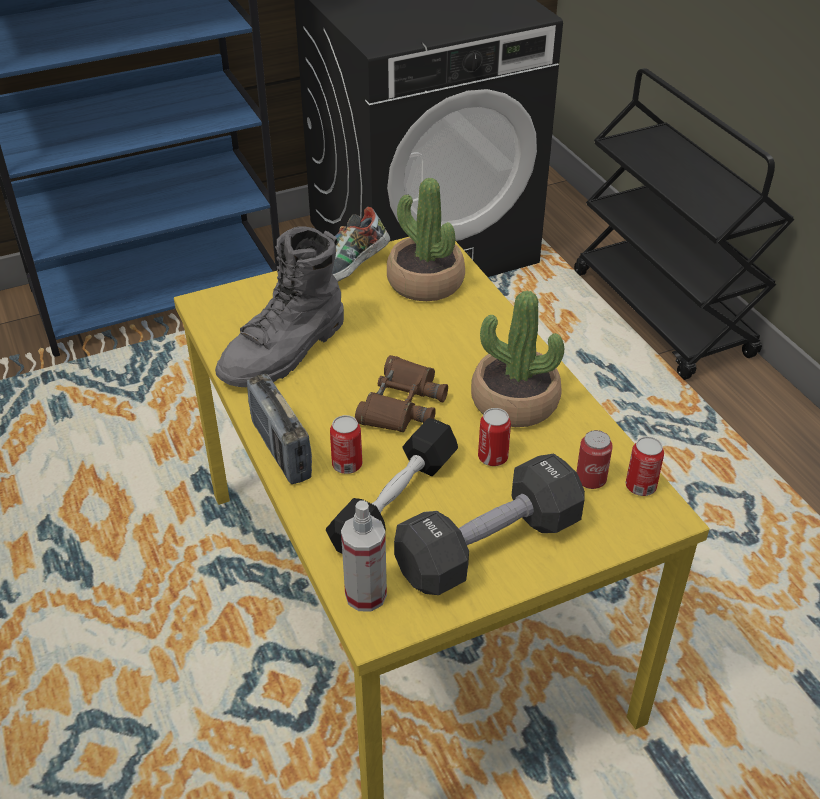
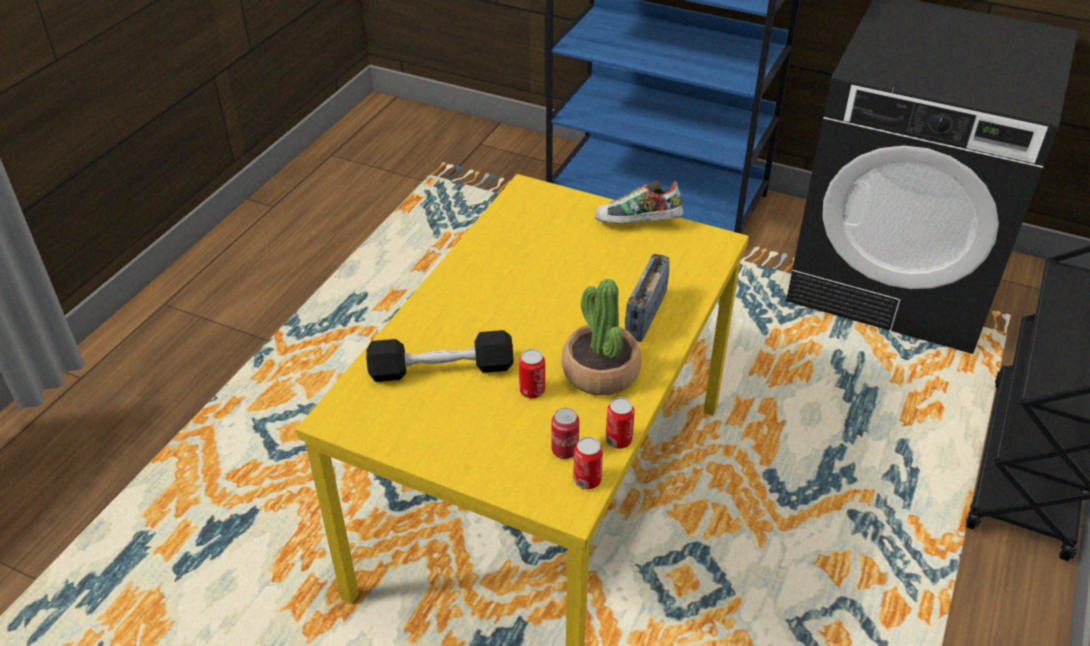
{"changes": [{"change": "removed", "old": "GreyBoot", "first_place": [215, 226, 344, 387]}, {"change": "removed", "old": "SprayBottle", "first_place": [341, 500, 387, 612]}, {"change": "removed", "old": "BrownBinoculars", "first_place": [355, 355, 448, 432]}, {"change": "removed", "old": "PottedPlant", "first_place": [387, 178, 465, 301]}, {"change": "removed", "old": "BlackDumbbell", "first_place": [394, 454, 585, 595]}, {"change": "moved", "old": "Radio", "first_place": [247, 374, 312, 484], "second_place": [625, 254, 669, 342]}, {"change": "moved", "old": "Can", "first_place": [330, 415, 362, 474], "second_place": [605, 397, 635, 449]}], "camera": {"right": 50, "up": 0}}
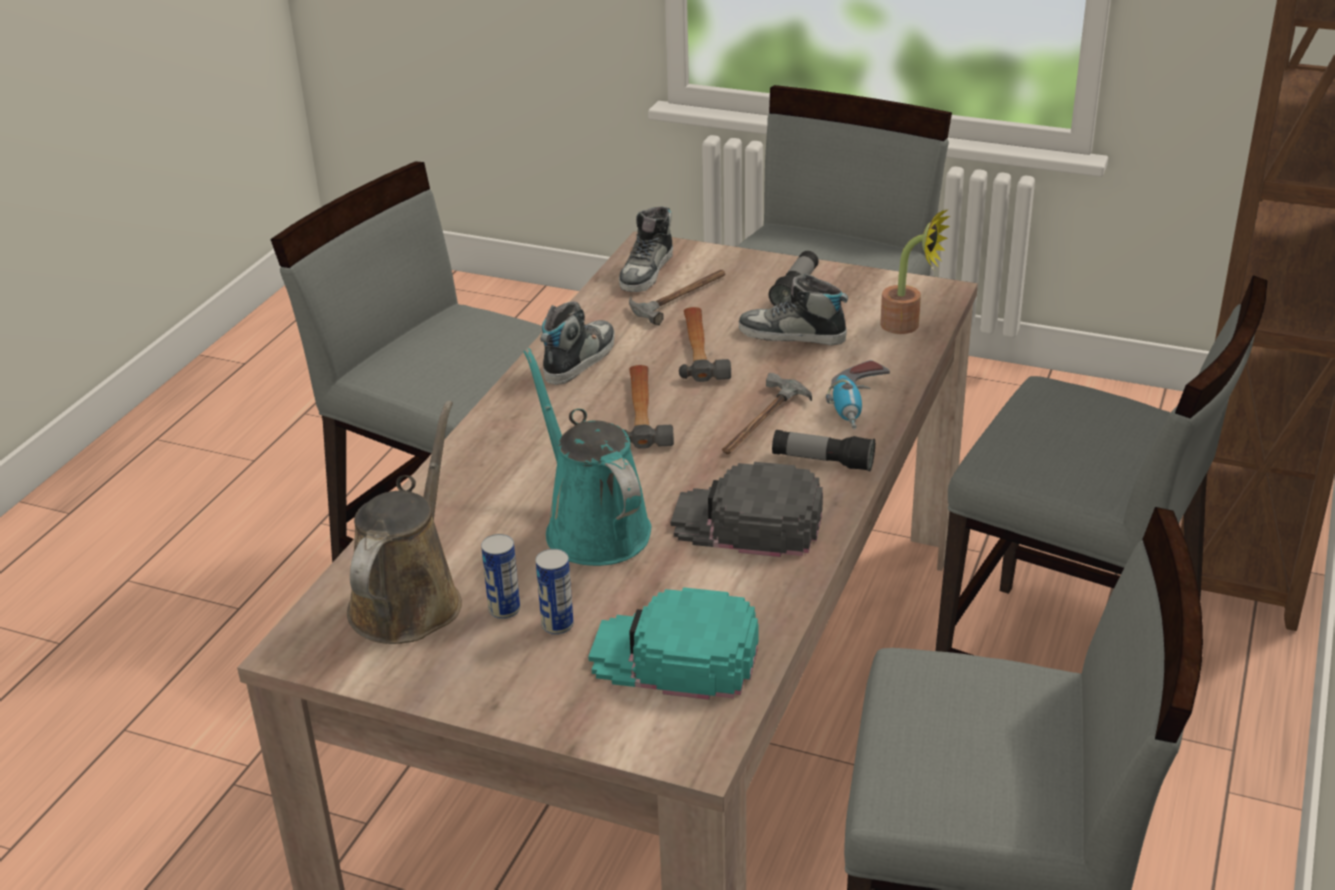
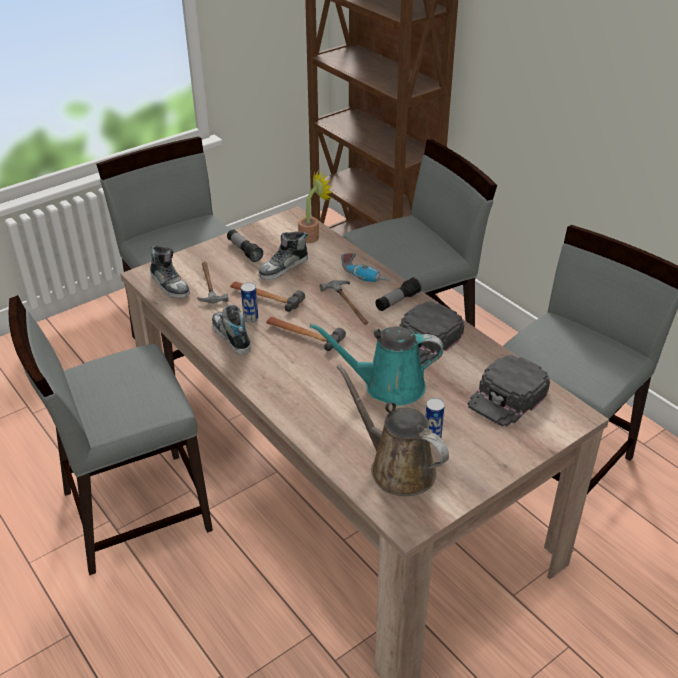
{"changes": [{"change": "moved", "old": "Can", "first_place": [536, 549, 574, 635], "second_place": [241, 282, 258, 323]}, {"change": "recoloured", "old": "TurquoiseCap", "new": "BlackCap", "first_place": [588, 587, 759, 700], "second_place": [467, 355, 550, 427]}], "camera": {"right": -60, "up": 5}}
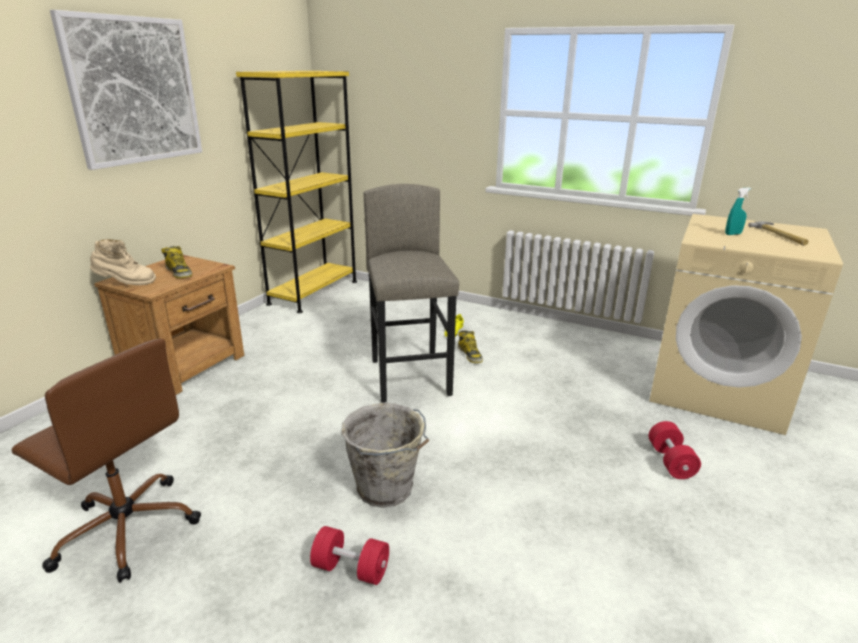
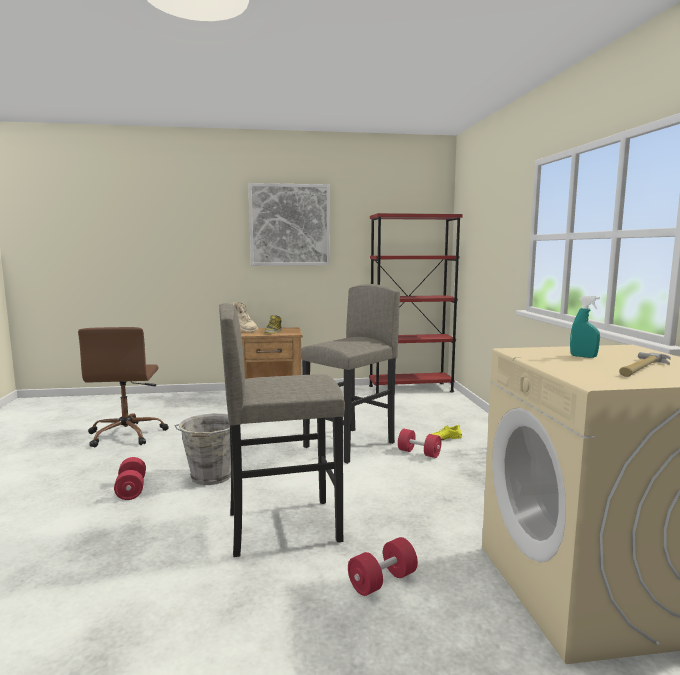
{"changes": [{"change": "added", "new": "GreyStool", "second_place": [219, 303, 345, 557]}, {"change": "replaced", "old": "Boot", "new": "RedDumbbell", "first_place": [458, 330, 483, 363], "second_place": [398, 429, 441, 458]}, {"change": "recoloured", "old": "YellowBookcase", "new": "RedBookcase", "first_place": [236, 71, 357, 313], "second_place": [369, 213, 463, 394]}], "camera": {"right": 55, "up": -15}}
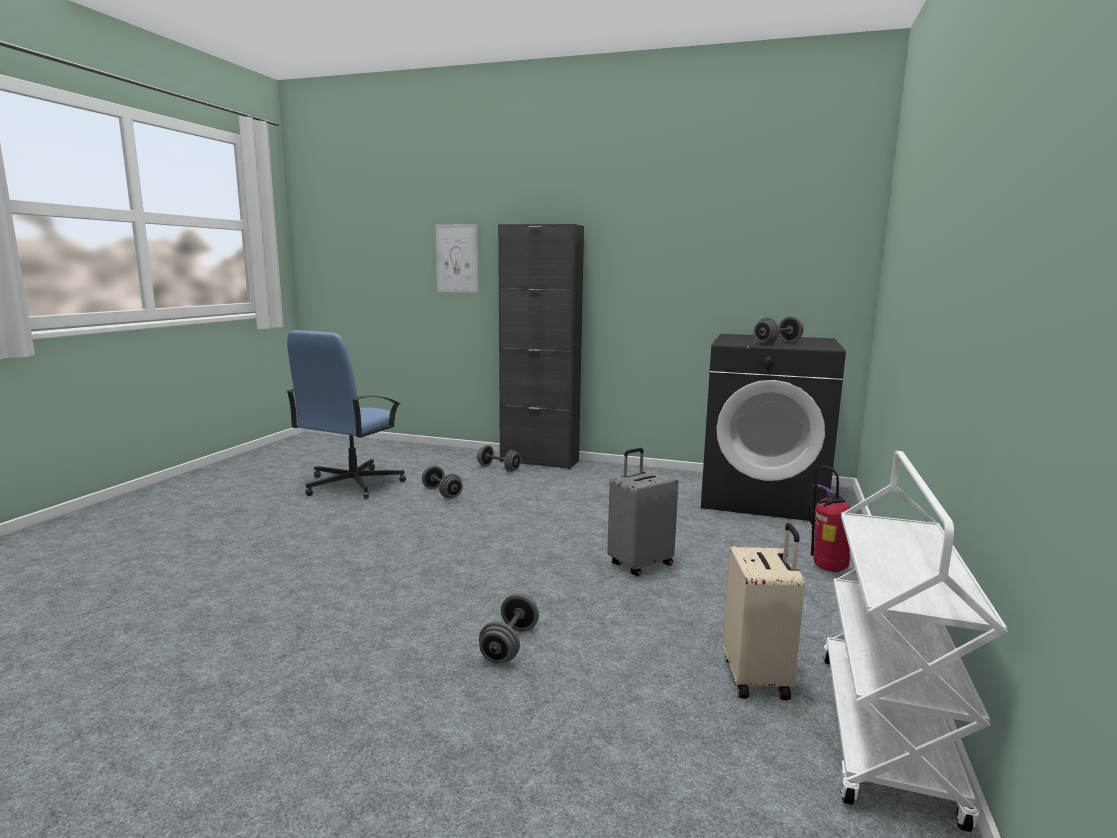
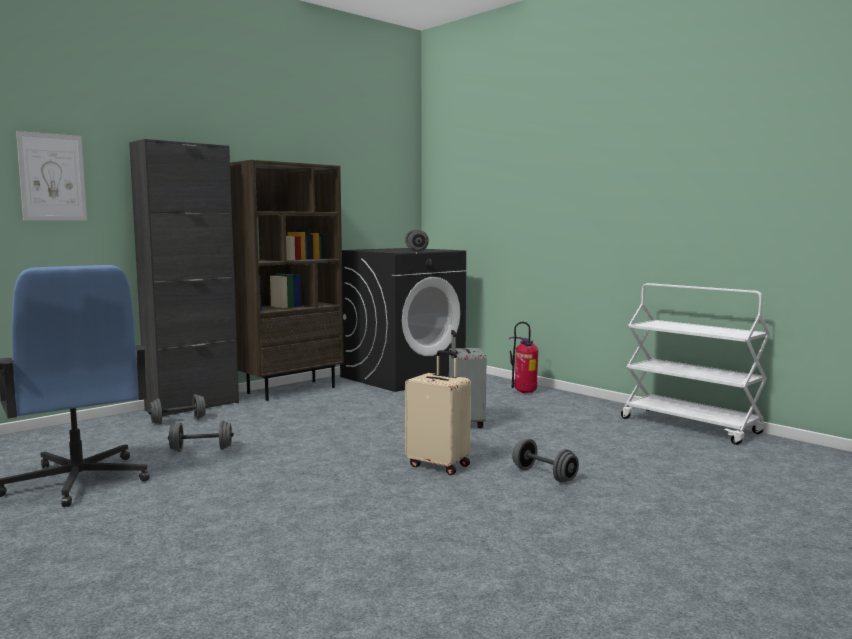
{"changes": [{"change": "added", "new": "BrownBookcase", "second_place": [230, 160, 344, 401]}, {"change": "moved", "old": "BeigeSuitcase", "first_place": [722, 523, 805, 700], "second_place": [405, 350, 471, 475]}], "camera": {"right": -60, "up": -5}}
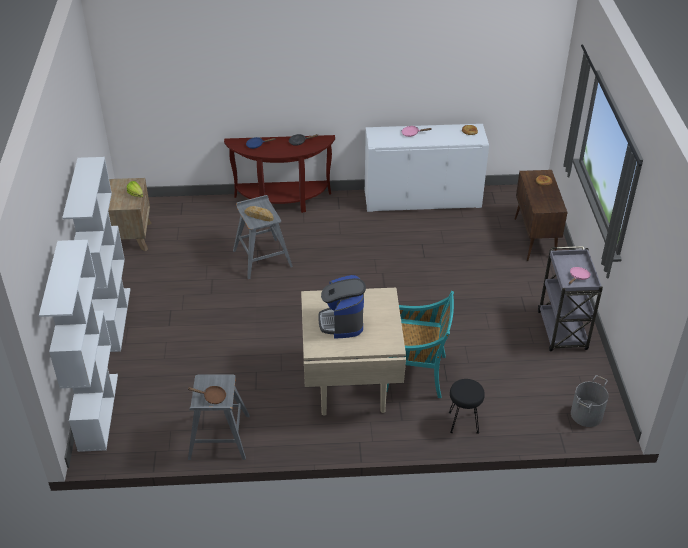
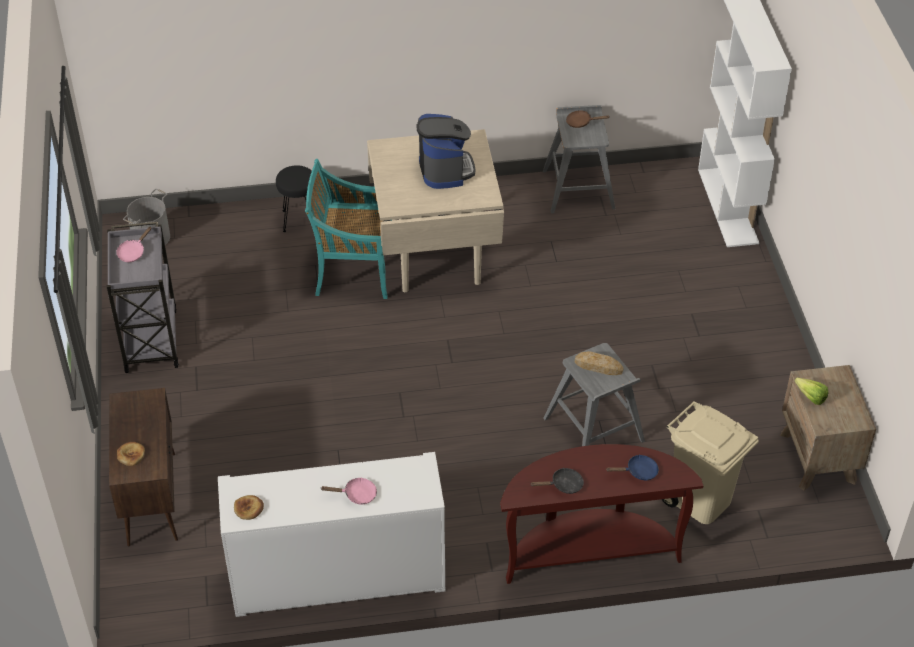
{"changes": [{"change": "removed", "old": "WhiteBookcase", "first_place": [62, 157, 130, 352]}, {"change": "added", "new": "BeigeTrashCan", "second_place": [662, 401, 759, 524]}], "camera": {"right": 175, "up": 5}}
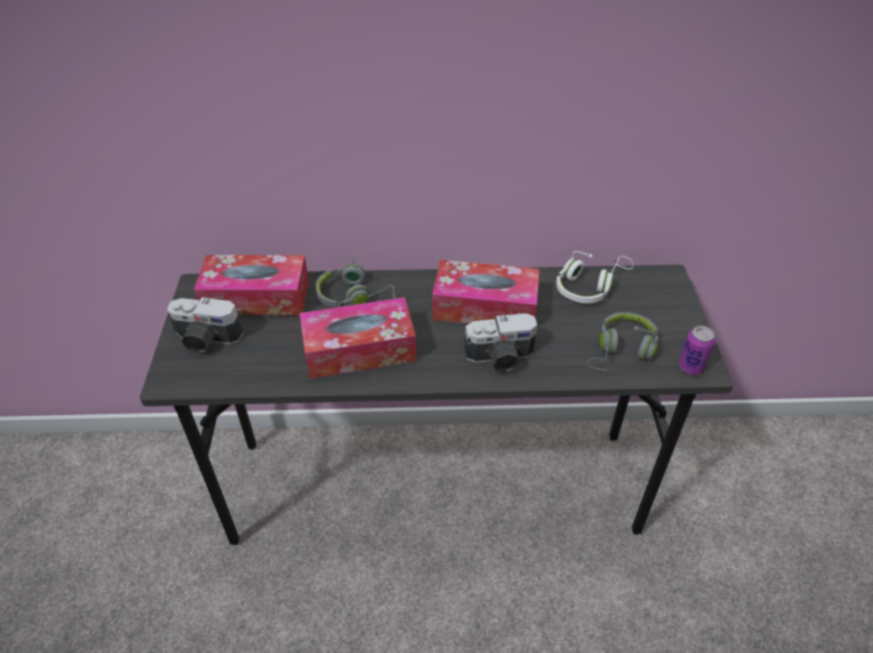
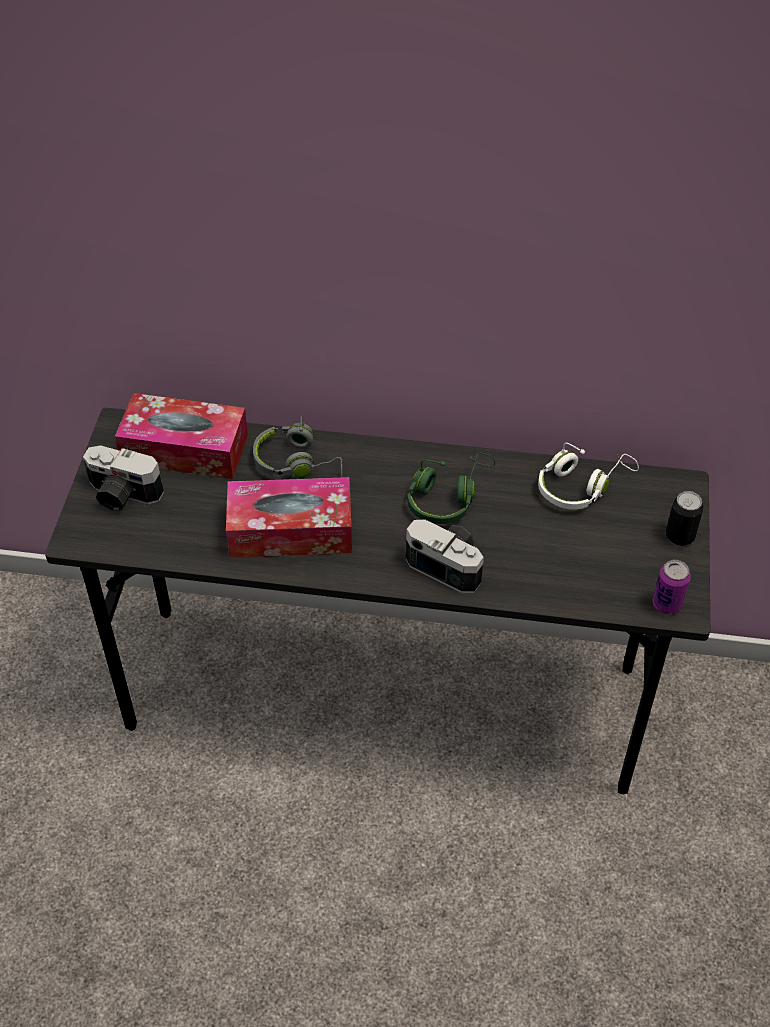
{"changes": [{"change": "removed", "old": "GreyHeadphones", "first_place": [587, 312, 659, 371]}, {"change": "added", "new": "Can", "second_place": [666, 491, 704, 546]}, {"change": "replaced", "old": "TissueBox", "new": "GreenHeadphones", "first_place": [432, 260, 539, 324], "second_place": [407, 453, 495, 524]}, {"change": "turned", "old": "PhotoCamera", "first_place": [464, 313, 538, 373], "second_place": [405, 519, 484, 593], "degrees": -150}], "camera": {"right": 10, "up": 5}}
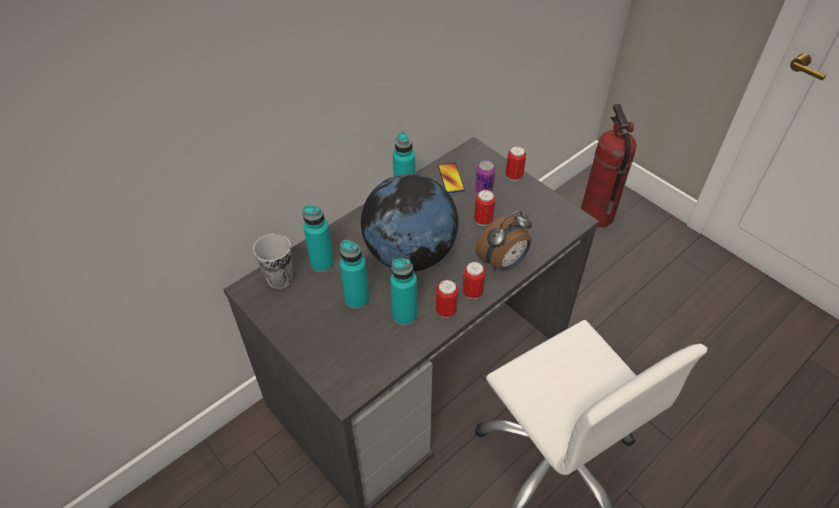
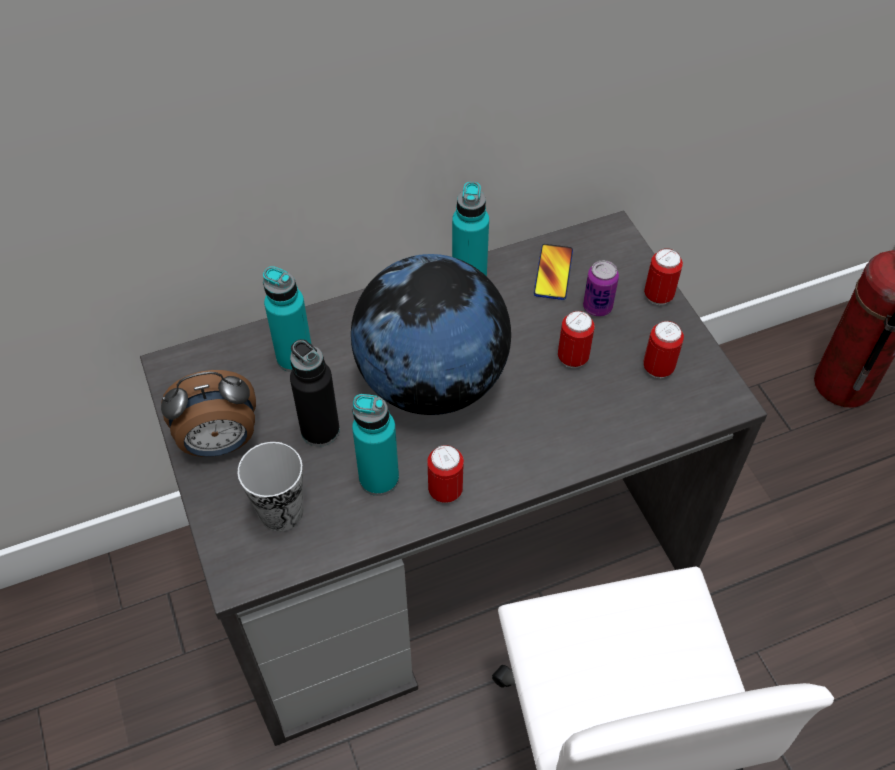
{"changes": [{"change": "moved", "old": "Cup", "first_place": [253, 233, 293, 289], "second_place": [238, 442, 303, 532]}, {"change": "moved", "old": "Can", "first_place": [462, 262, 485, 299], "second_place": [643, 321, 684, 378]}, {"change": "moved", "old": "AlarmClock", "first_place": [476, 211, 532, 271], "second_place": [161, 370, 256, 457]}, {"change": "recoloured", "old": "TurquoiseBottle", "new": "BlackBottle", "first_place": [340, 240, 369, 309], "second_place": [290, 339, 340, 447]}], "camera": {"right": 20, "up": 5}}
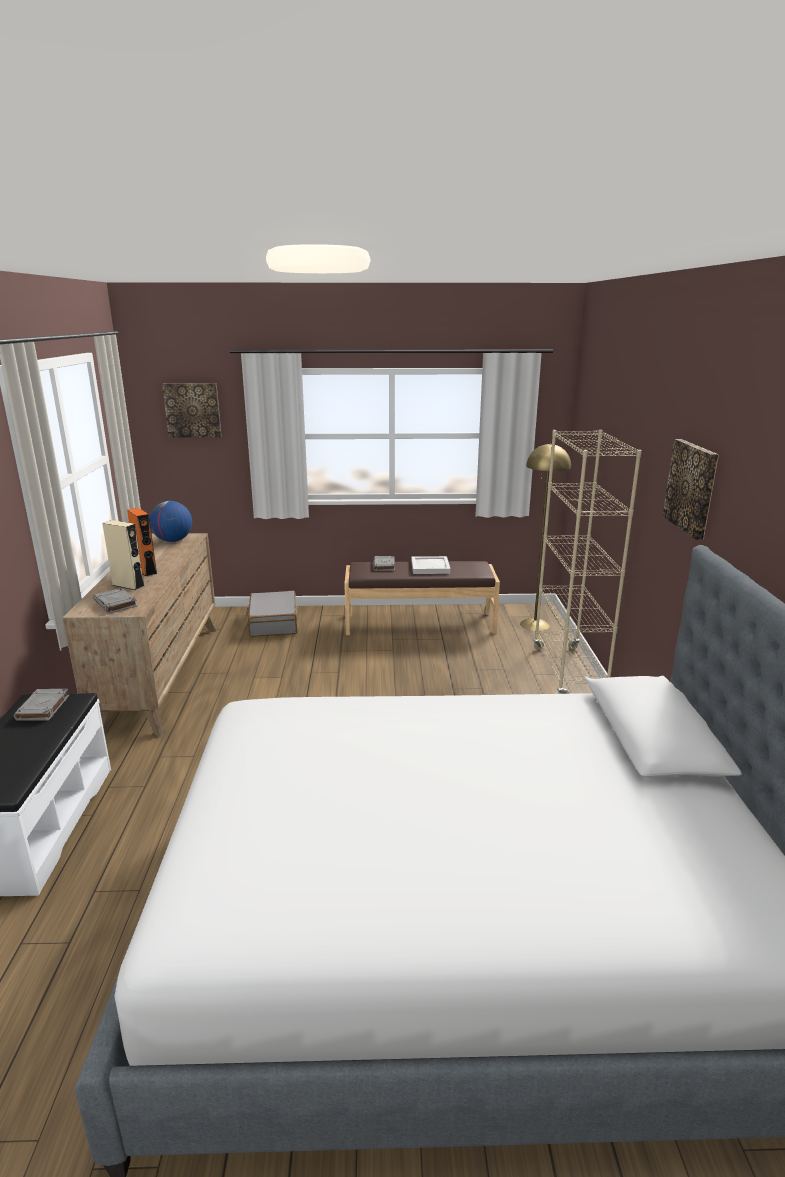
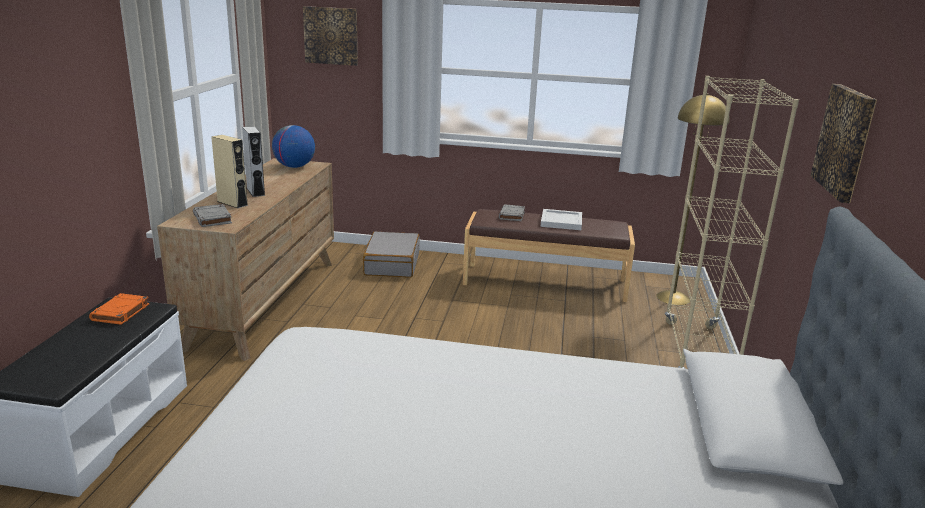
{"changes": [{"change": "recoloured", "old": "GreyBook", "new": "OrangeBook", "first_place": [14, 689, 69, 721], "second_place": [89, 293, 149, 325]}, {"change": "recoloured", "old": "OrangeSpeaker", "new": "GreySpeaker", "first_place": [127, 508, 157, 577], "second_place": [242, 126, 265, 197]}], "camera": {"right": 10, "up": 0}}
